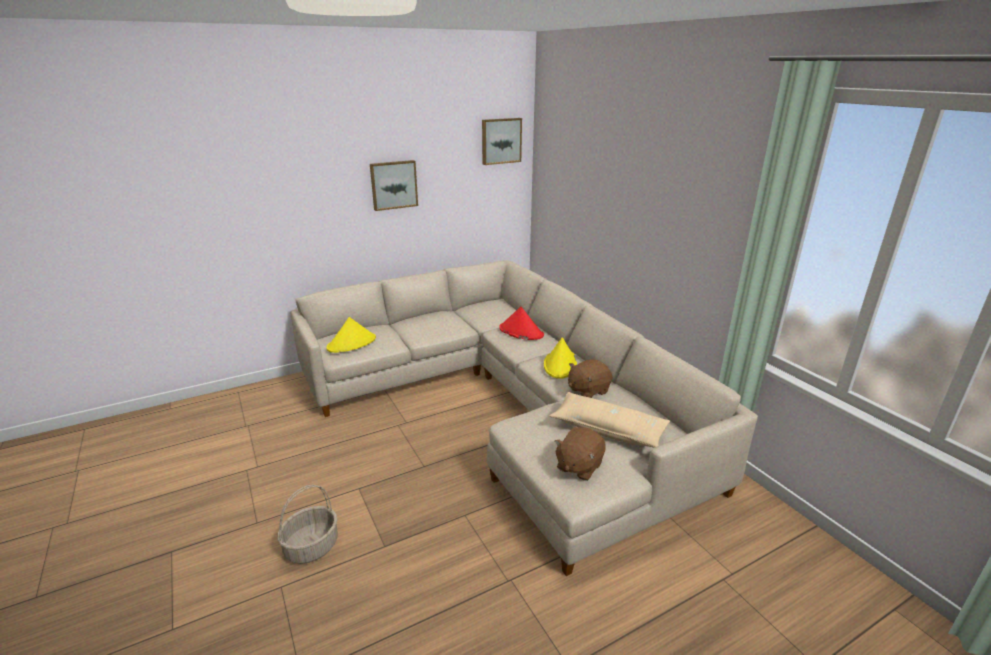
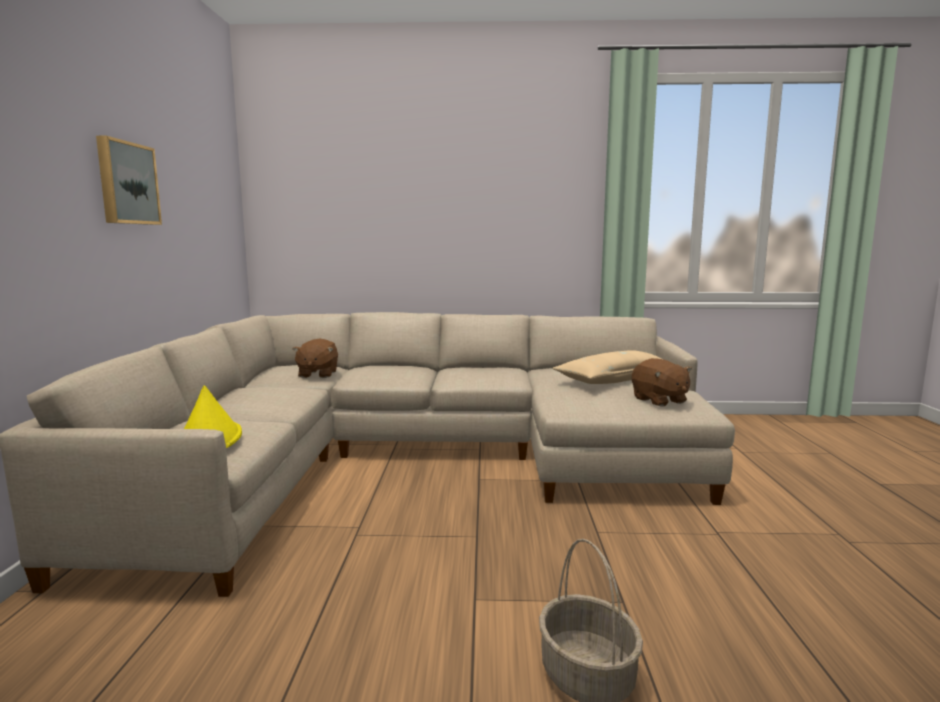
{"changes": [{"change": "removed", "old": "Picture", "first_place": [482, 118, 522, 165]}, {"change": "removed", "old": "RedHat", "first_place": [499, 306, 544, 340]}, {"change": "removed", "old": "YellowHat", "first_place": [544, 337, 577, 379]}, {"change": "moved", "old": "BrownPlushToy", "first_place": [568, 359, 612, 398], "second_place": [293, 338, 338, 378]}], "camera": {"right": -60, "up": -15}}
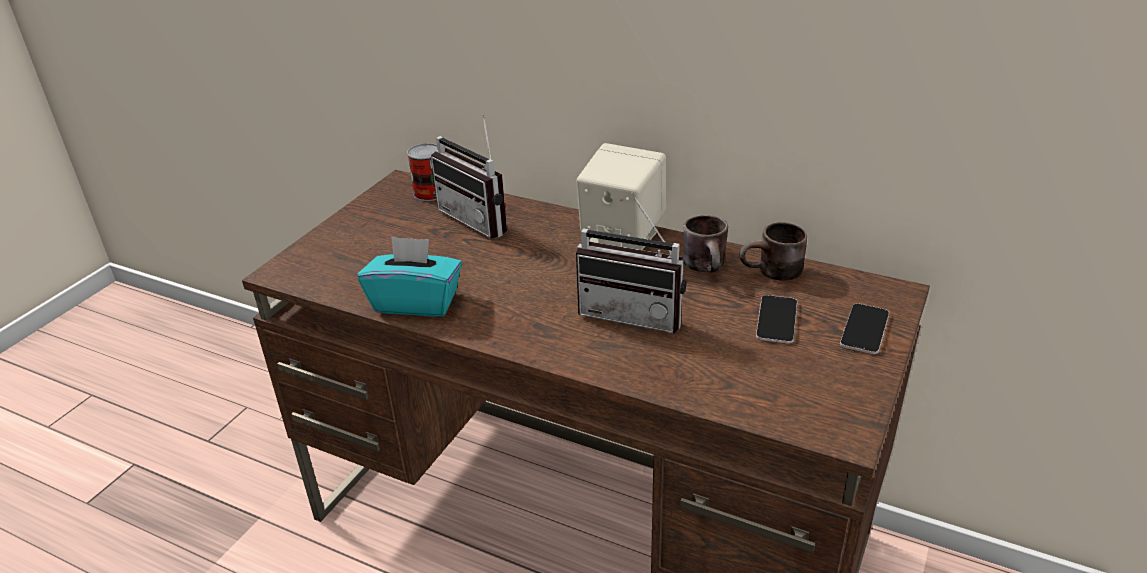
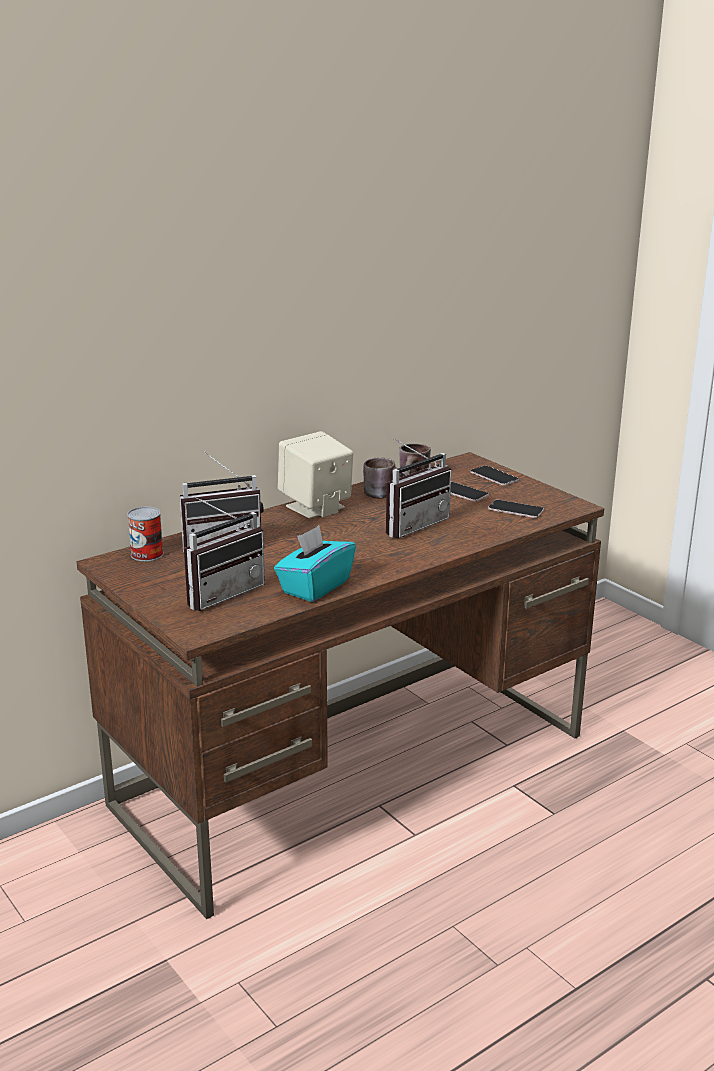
{"changes": [{"change": "added", "new": "Radio", "second_place": [184, 496, 265, 611]}, {"change": "added", "new": "Phone", "second_place": [488, 499, 544, 518]}], "camera": {"right": -65, "up": -10}}
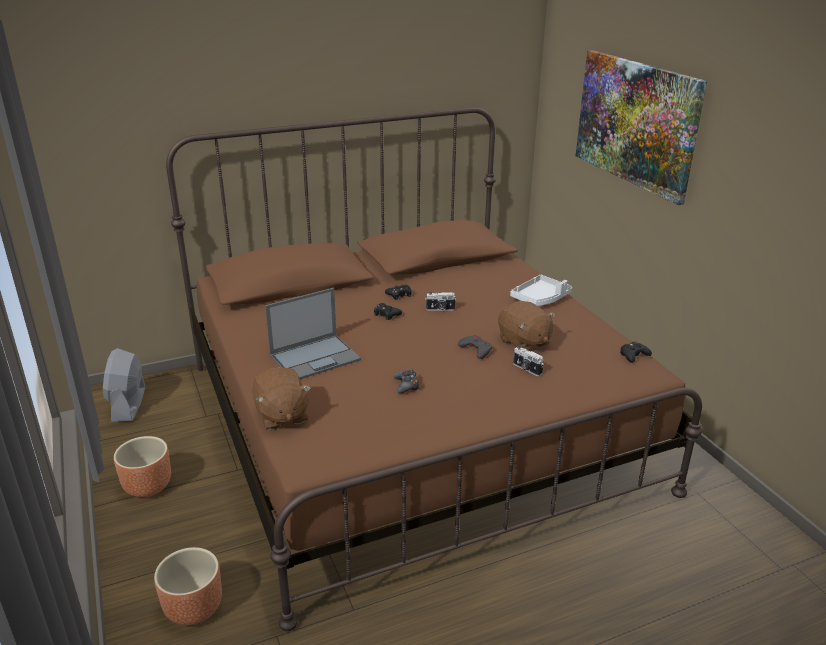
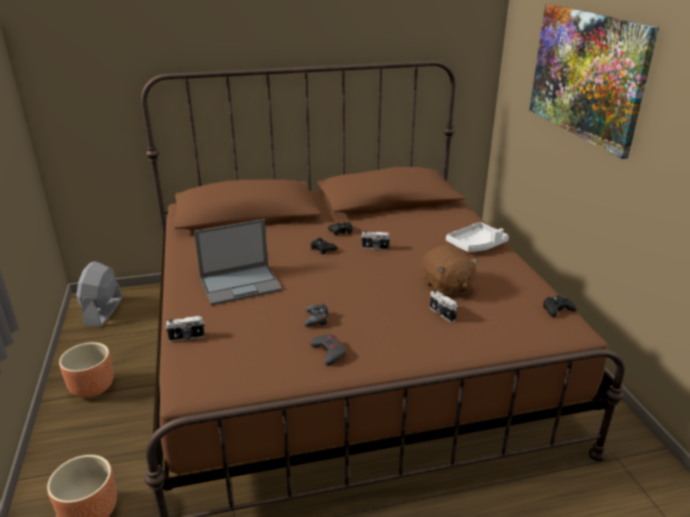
{"changes": [{"change": "moved", "old": "GreyGameController", "first_place": [458, 335, 492, 359], "second_place": [310, 335, 346, 366]}, {"change": "replaced", "old": "BrownPlushToy", "new": "PhotoCamera", "first_place": [252, 367, 311, 430], "second_place": [165, 316, 205, 342]}], "camera": {"right": 10, "up": 0}}
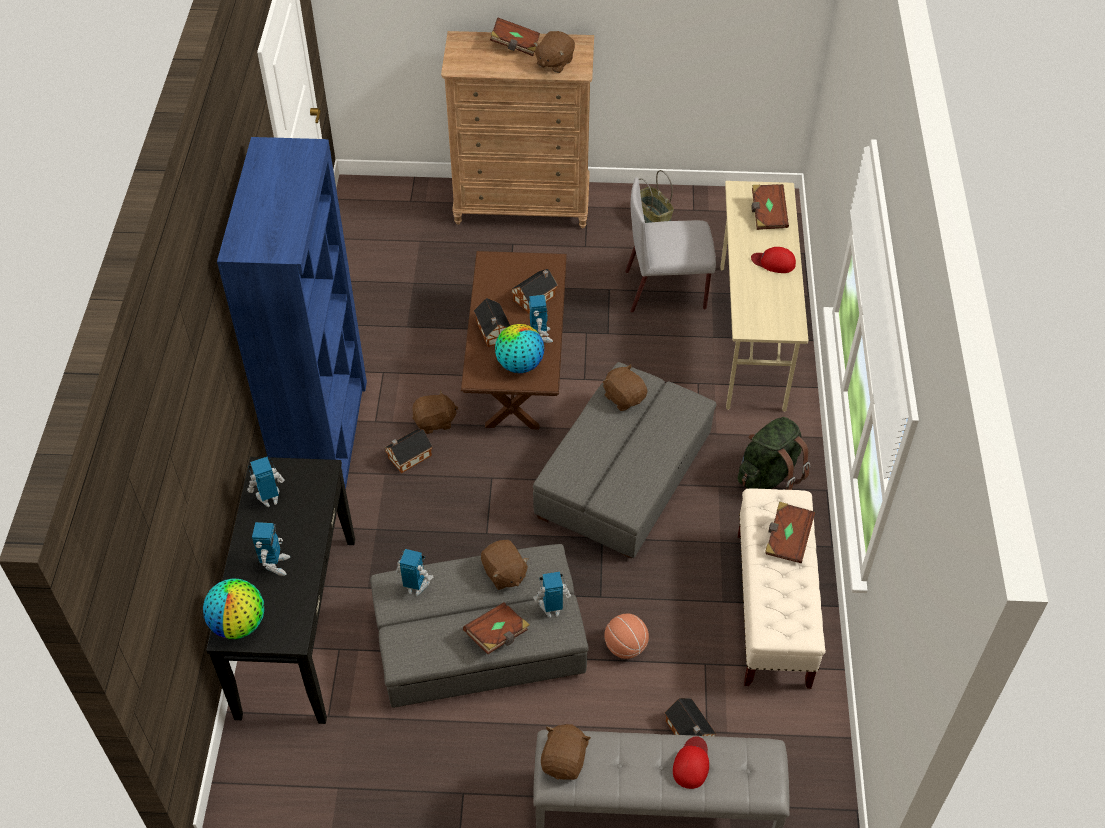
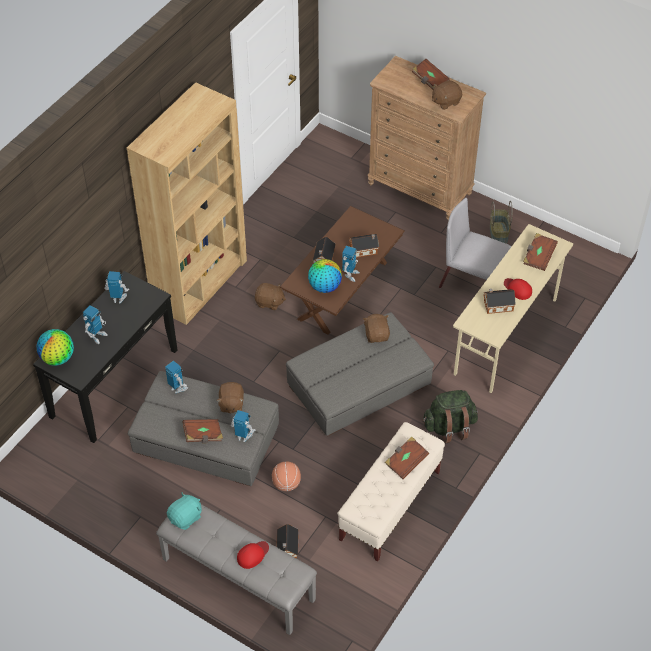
{"changes": [{"change": "moved", "old": "ToyHouse", "first_place": [384, 429, 432, 473], "second_place": [483, 289, 516, 314]}, {"change": "recoloured", "old": "BlueBookcase", "new": "BrownBookcase", "first_place": [217, 137, 367, 489], "second_place": [127, 82, 247, 325]}, {"change": "recoloured", "old": "BrownPlushToy", "new": "TurquoisePlushToy", "first_place": [541, 724, 591, 780], "second_place": [167, 492, 202, 530]}], "camera": {"right": 30, "up": 0}}
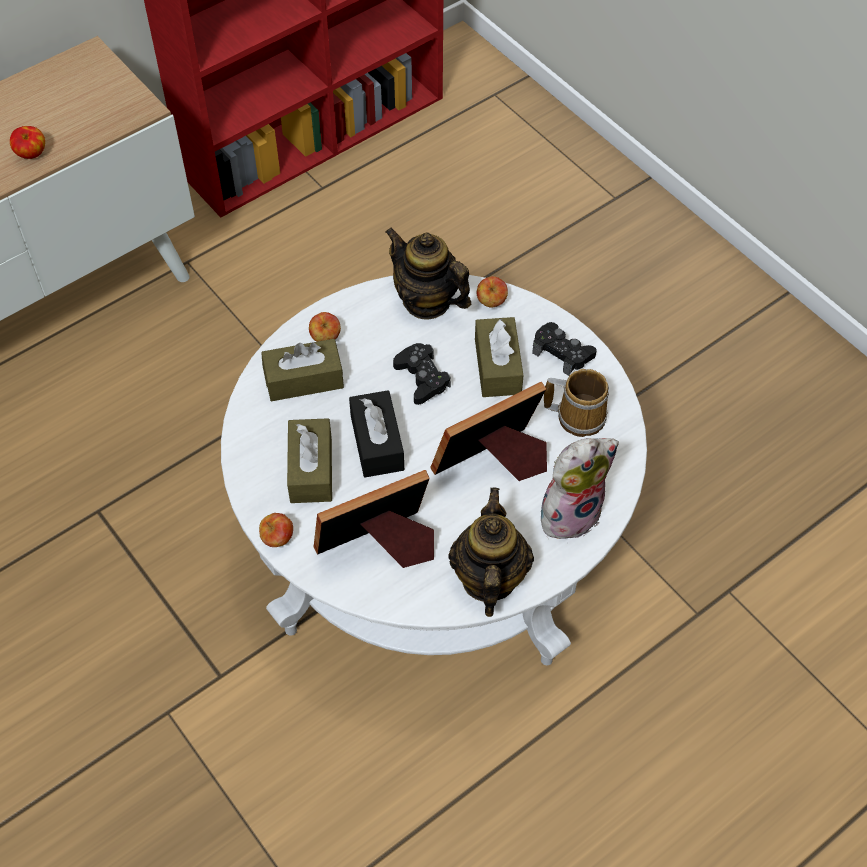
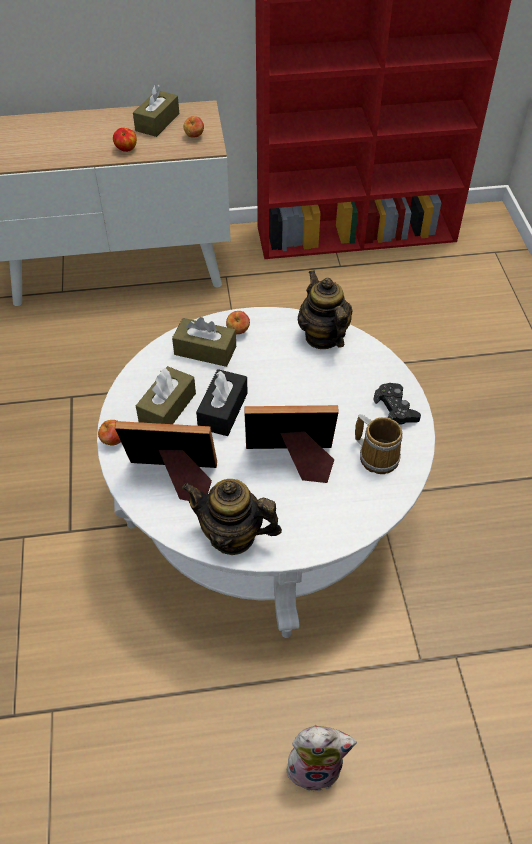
{"changes": [{"change": "removed", "old": "BlackGameController", "first_place": [393, 343, 451, 405]}, {"change": "moved", "old": "BrownTissueBox", "first_place": [475, 317, 524, 397], "second_place": [133, 84, 179, 137]}, {"change": "moved", "old": "Apple", "first_place": [477, 276, 508, 308], "second_place": [184, 116, 204, 138]}, {"change": "moved", "old": "PlushToy", "first_place": [541, 438, 619, 544], "second_place": [287, 725, 357, 792]}, {"change": "turned", "old": "Teapot", "first_place": [448, 487, 534, 617], "second_place": [182, 479, 282, 555], "degrees": -105}], "camera": {"right": 30, "up": -5}}
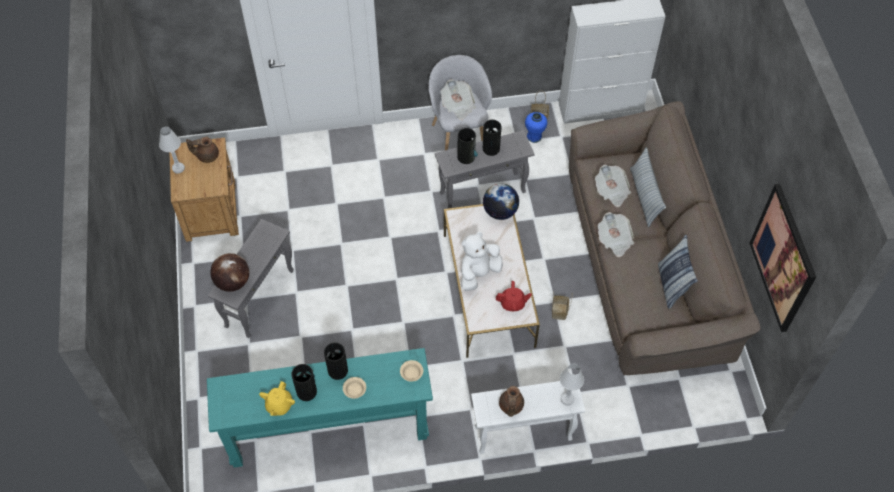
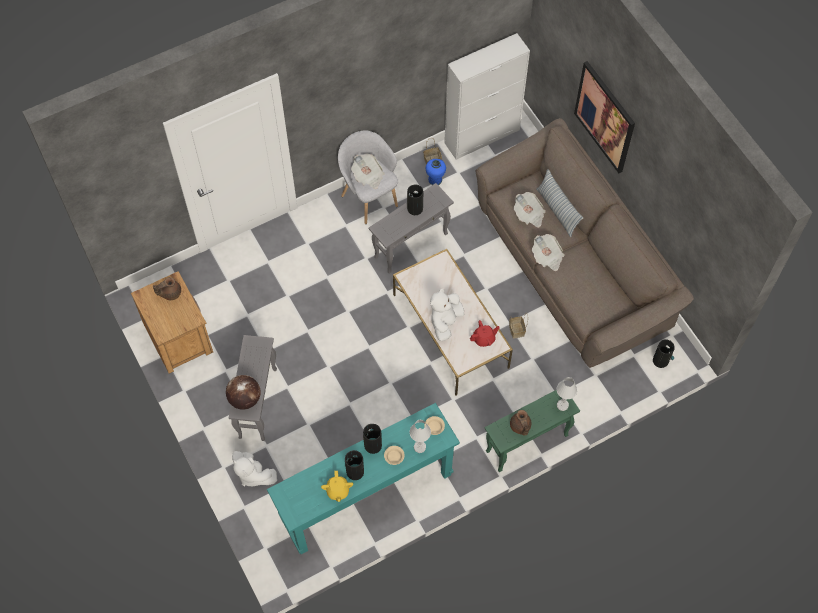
{"changes": [{"change": "removed", "old": "Globe", "first_place": [483, 183, 519, 220]}, {"change": "removed", "old": "Pillow", "first_place": [658, 235, 698, 309]}, {"change": "added", "new": "WhitePlushToy", "second_place": [232, 451, 277, 487]}, {"change": "moved", "old": "WhiteTableLamp", "first_place": [159, 127, 185, 174], "second_place": [409, 420, 431, 453]}, {"change": "moved", "old": "Vase", "first_place": [457, 128, 478, 164], "second_place": [653, 339, 675, 368]}, {"change": "moved", "old": "Picture", "first_place": [749, 184, 816, 332], "second_place": [574, 61, 635, 173]}, {"change": "recoloured", "old": "WhiteSideTable", "new": "GreenSideTable", "first_place": [471, 381, 585, 454], "second_place": [485, 390, 580, 472]}], "camera": {"right": -20, "up": 5}}
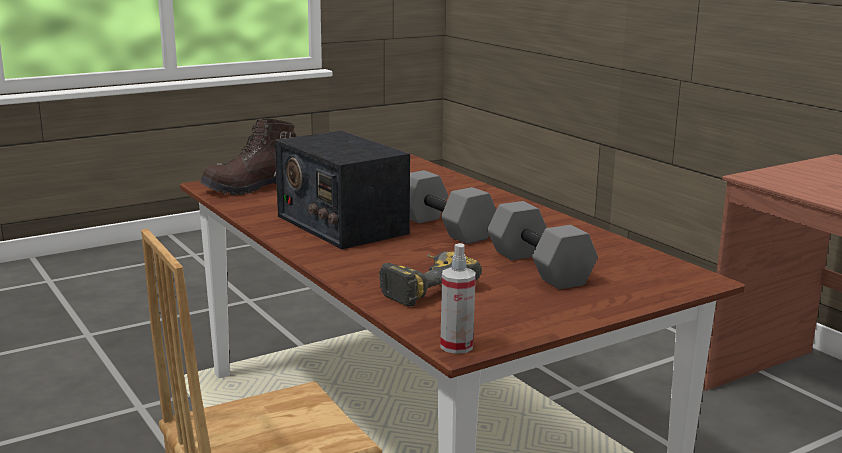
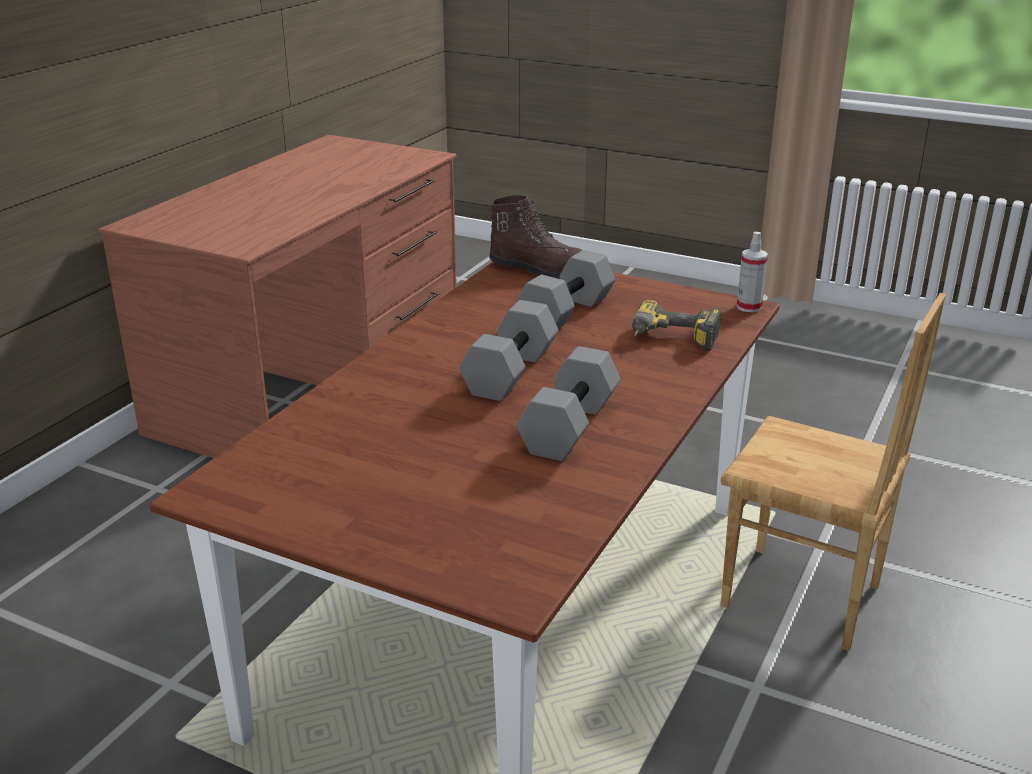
{"changes": [{"change": "moved", "old": "BrownBoot", "first_place": [200, 118, 296, 195], "second_place": [489, 195, 582, 279]}, {"change": "replaced", "old": "Radio", "new": "GreyDumbbell", "first_place": [275, 131, 410, 249], "second_place": [516, 346, 621, 461]}], "camera": {"right": -120, "up": 10}}
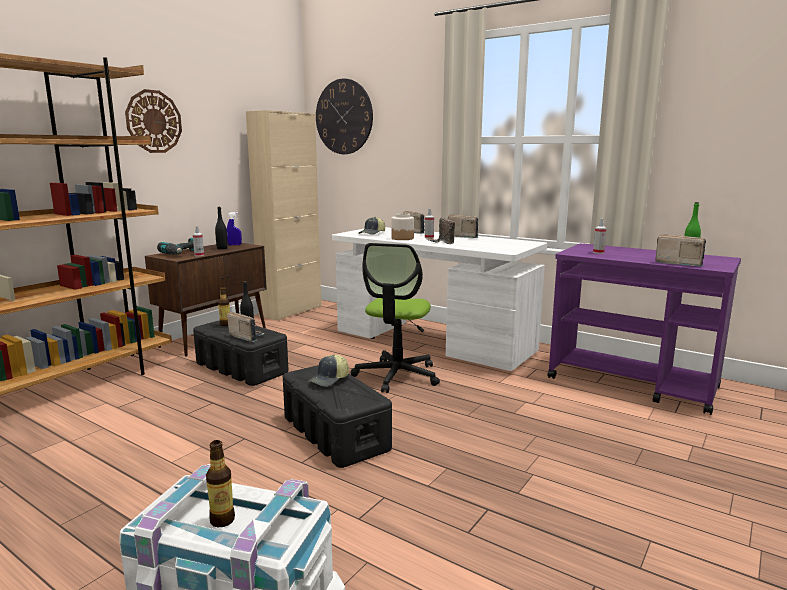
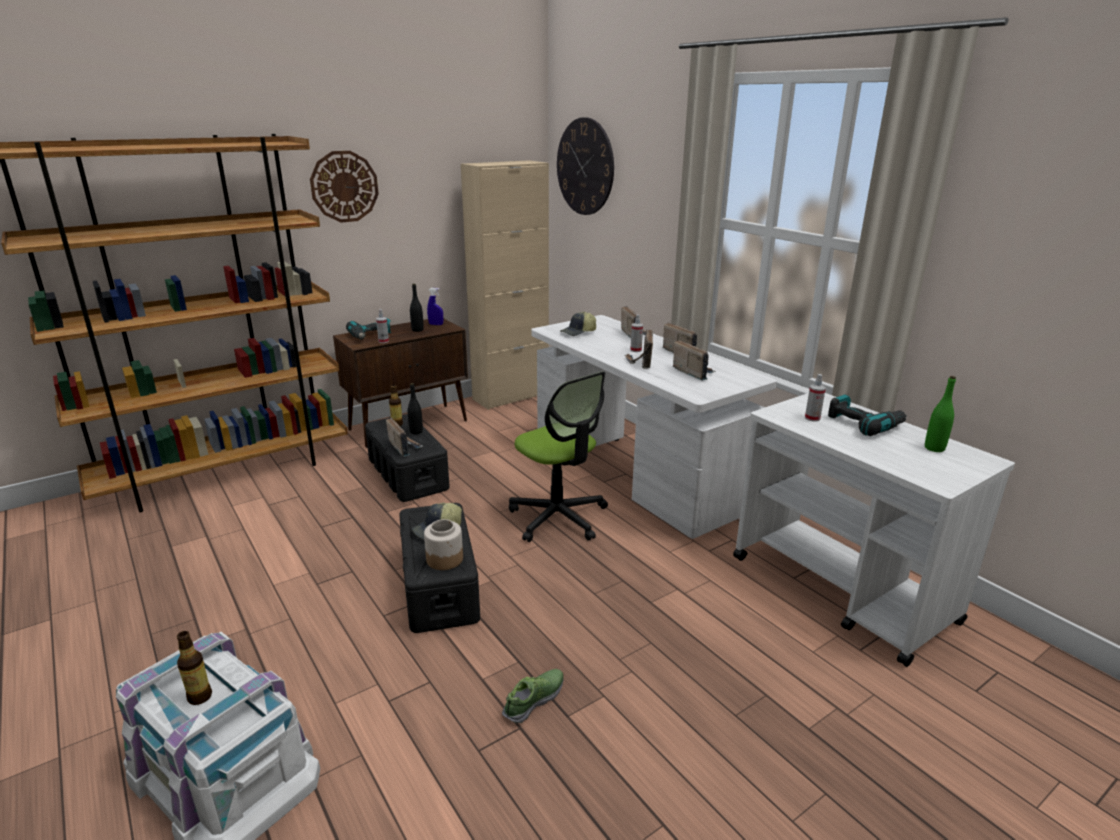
{"changes": [{"change": "added", "new": "Shoe", "second_place": [502, 669, 564, 723]}, {"change": "added", "new": "PowerDrill", "second_place": [828, 394, 906, 436]}, {"change": "moved", "old": "Jar", "first_place": [391, 213, 414, 240], "second_place": [424, 519, 463, 570]}, {"change": "moved", "old": "Radio", "first_place": [655, 234, 706, 267], "second_place": [673, 340, 716, 381]}, {"change": "recoloured", "old": "PurpleCart", "new": "WhiteCart", "first_place": [547, 243, 741, 415], "second_place": [733, 393, 1015, 667]}, {"change": "turned", "old": "OfficeChair", "first_place": [351, 243, 440, 393], "second_place": [509, 372, 608, 542], "degrees": -75}], "camera": {"right": 20, "up": 10}}
